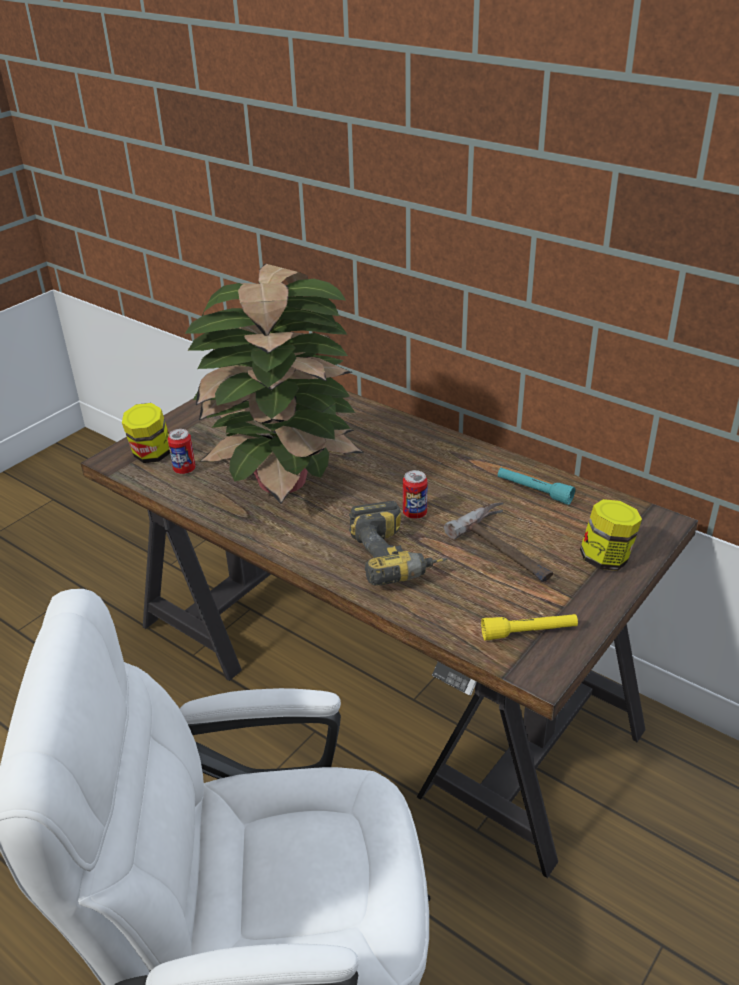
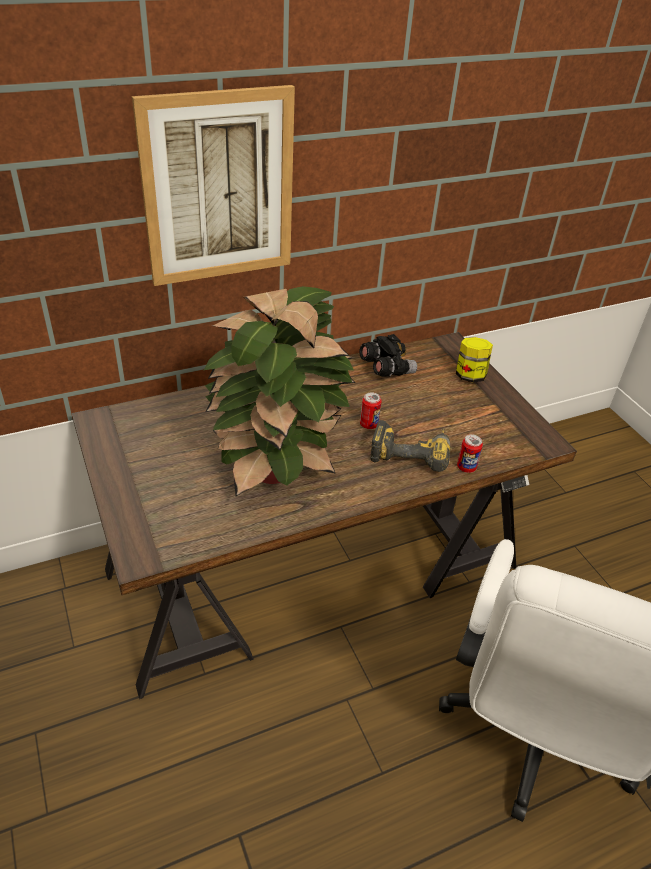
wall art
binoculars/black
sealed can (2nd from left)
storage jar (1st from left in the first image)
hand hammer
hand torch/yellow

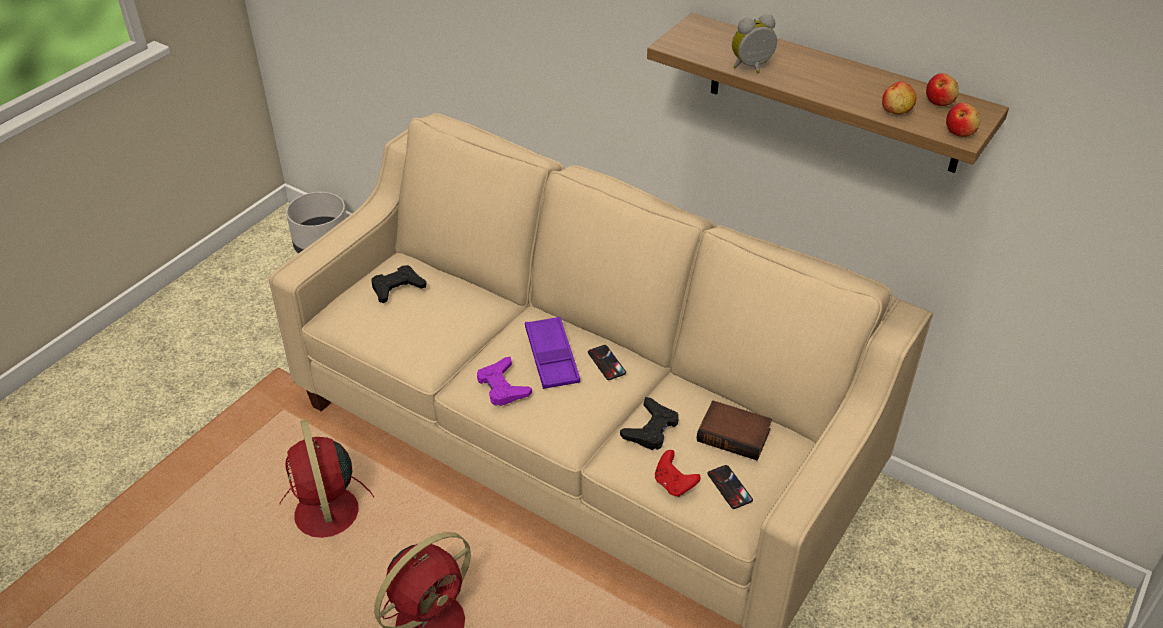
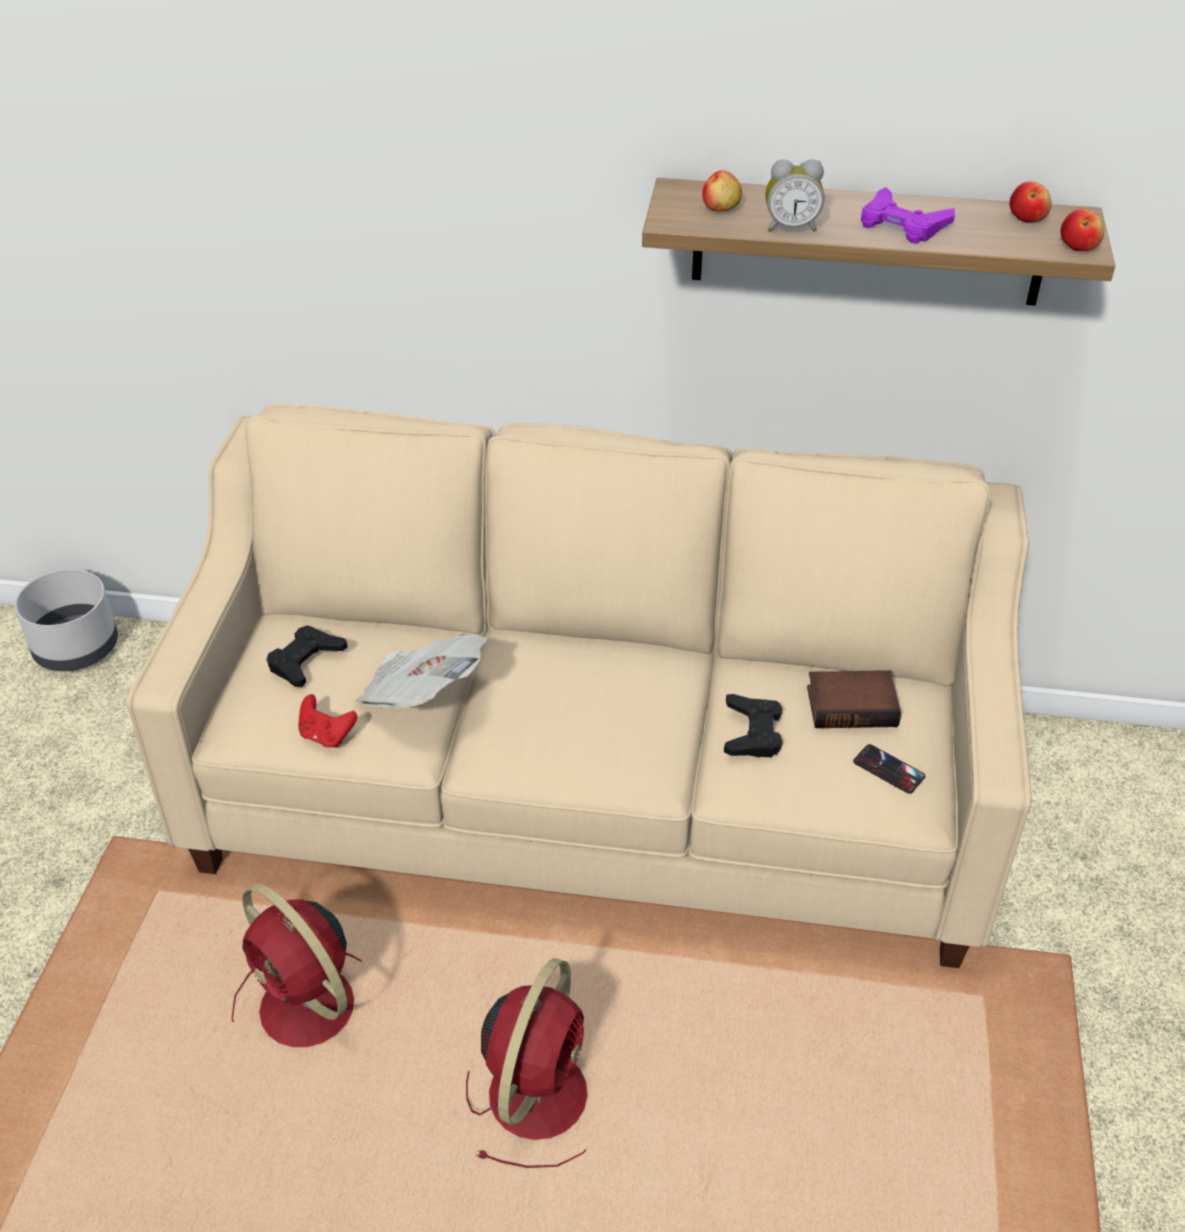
game controller/reddish
daily paper
whole apple (1st from left)
alarm clock
game controller/purplish
tray/purplish
telephone (1st from left in the first image)

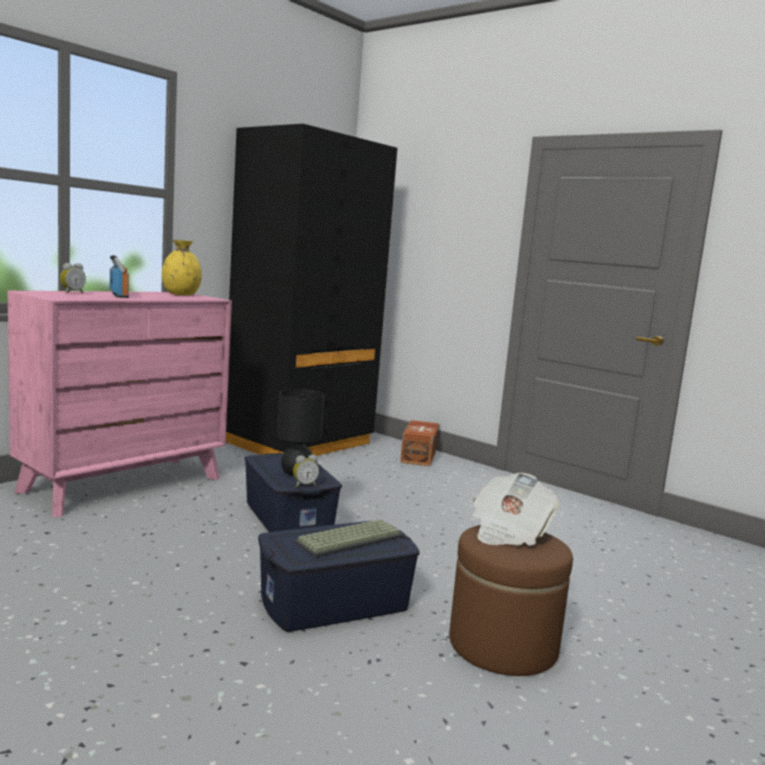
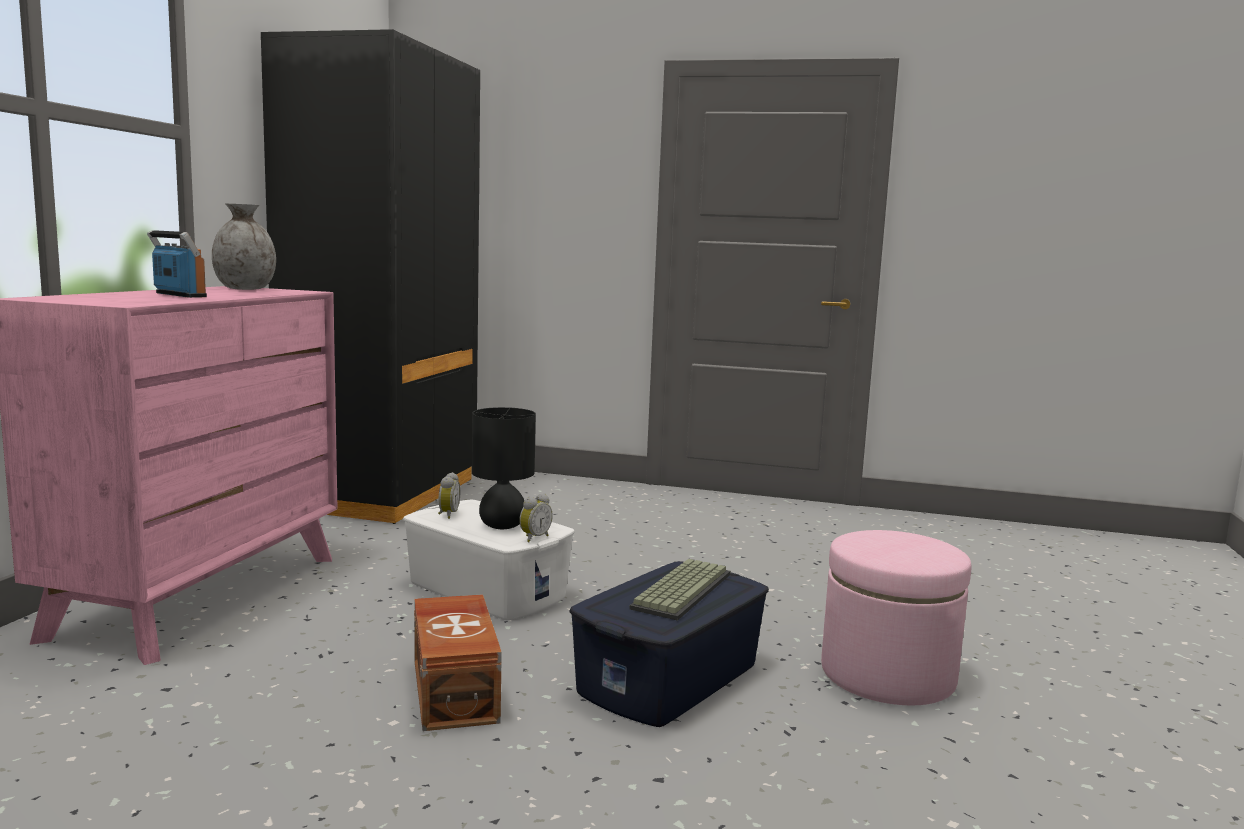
vase/greyish
storage bin/white-coloured
storage bin/brown-coloured
alarm clock (1st from left)
footrest/pink-coloured
daily paper

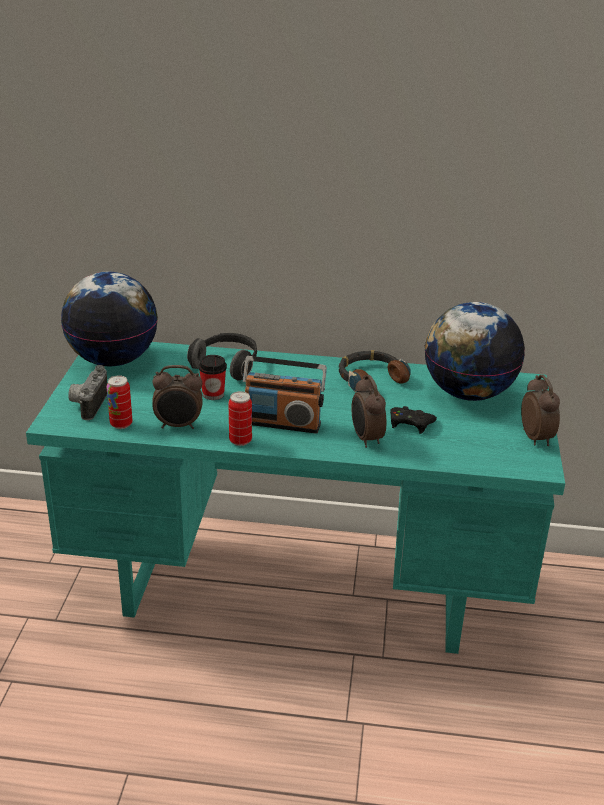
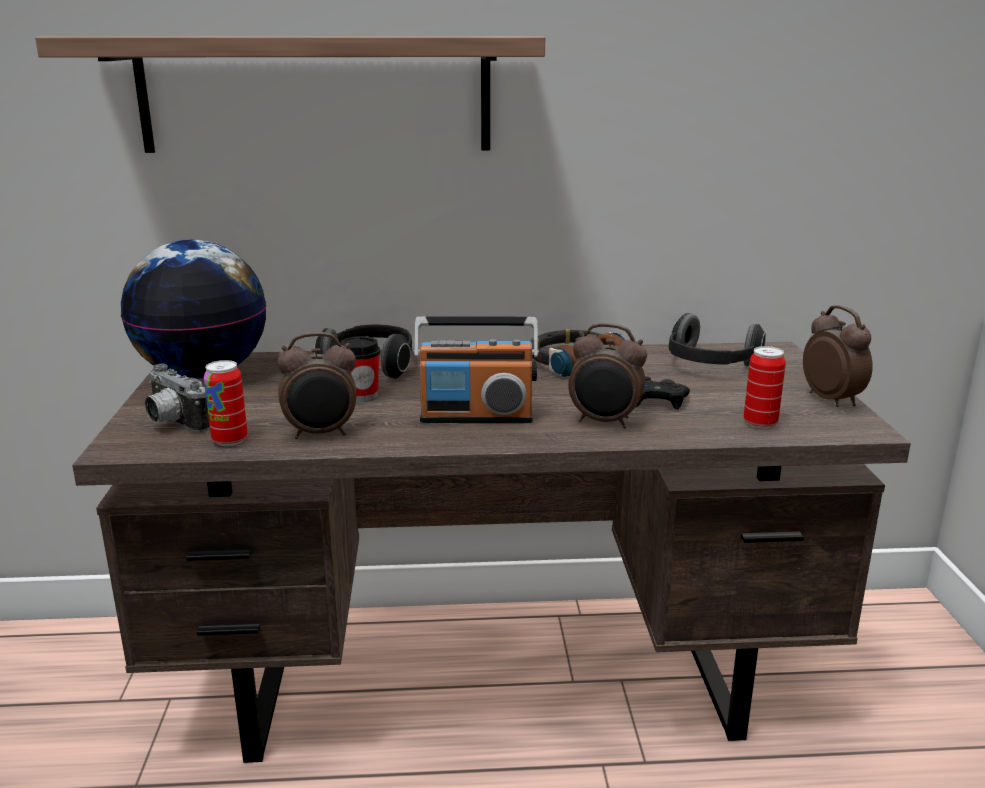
bracket shelf
desk unit/brown-coloured
photo camera
alarm clock (2nd from left)
headset (3rd from left)
sealed can (2nd from left)

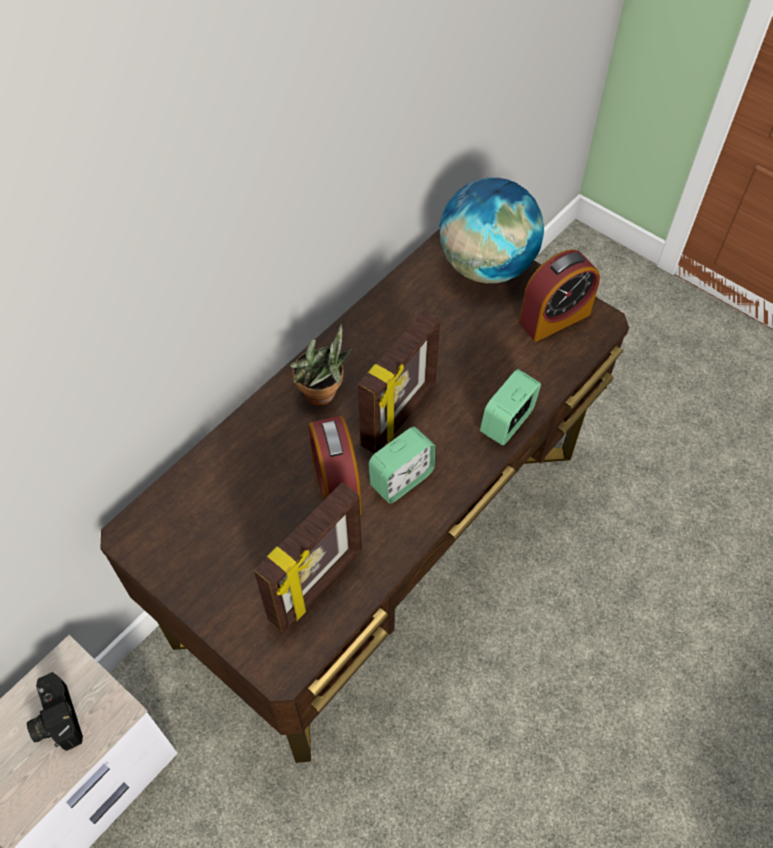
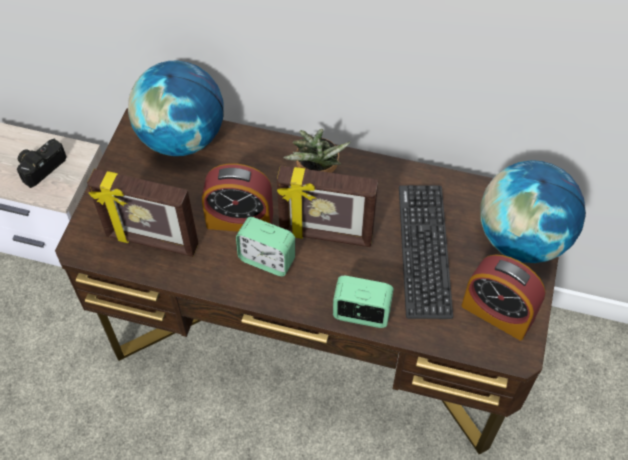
globe (1st from left)
alarm clock (1st from left)
PC keyboard

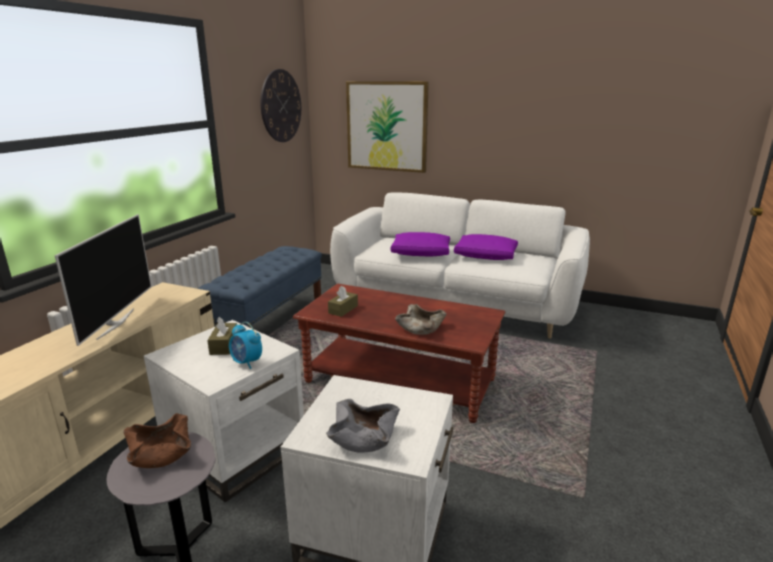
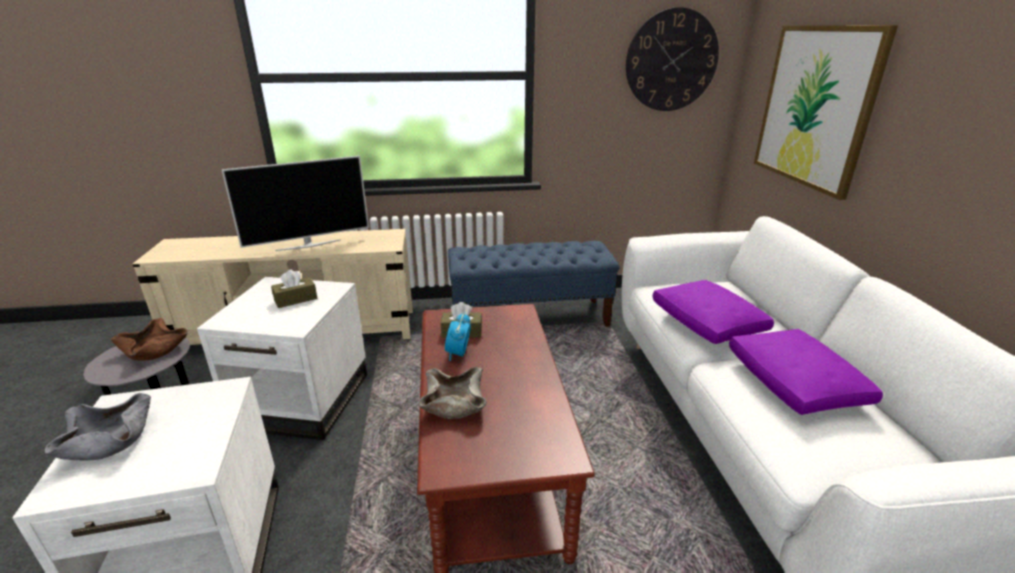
alarm clock

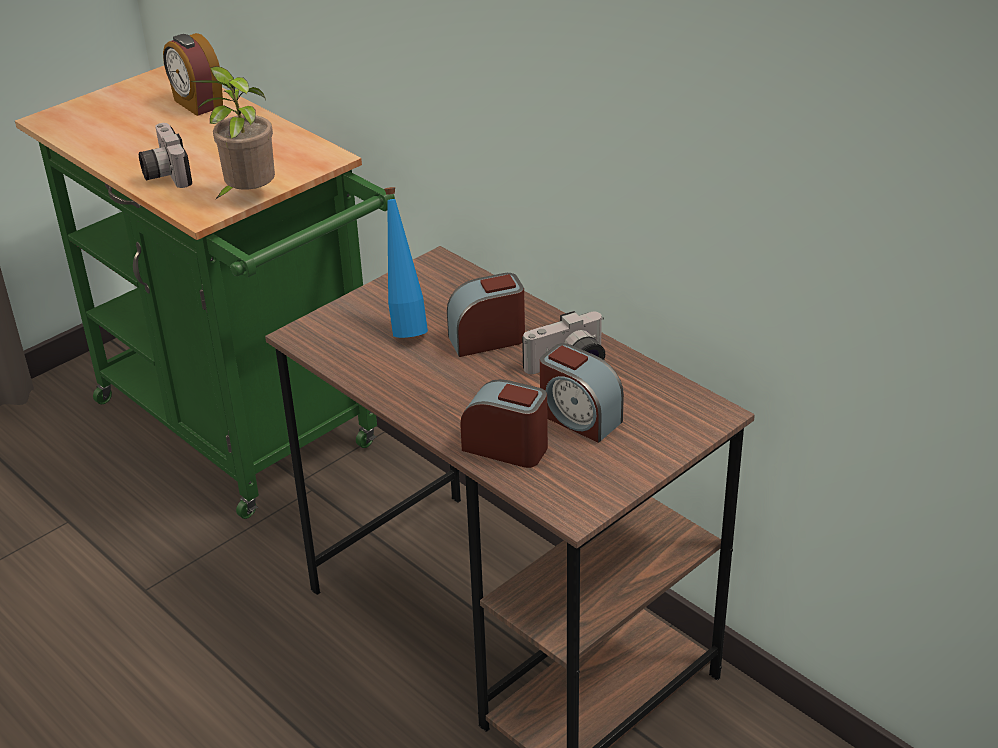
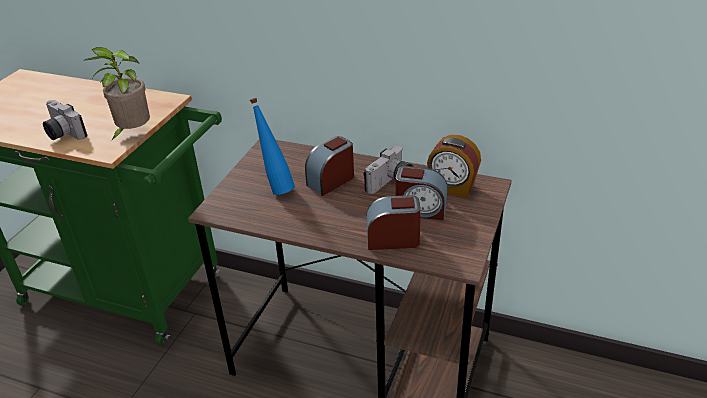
alarm clock (4th from left)

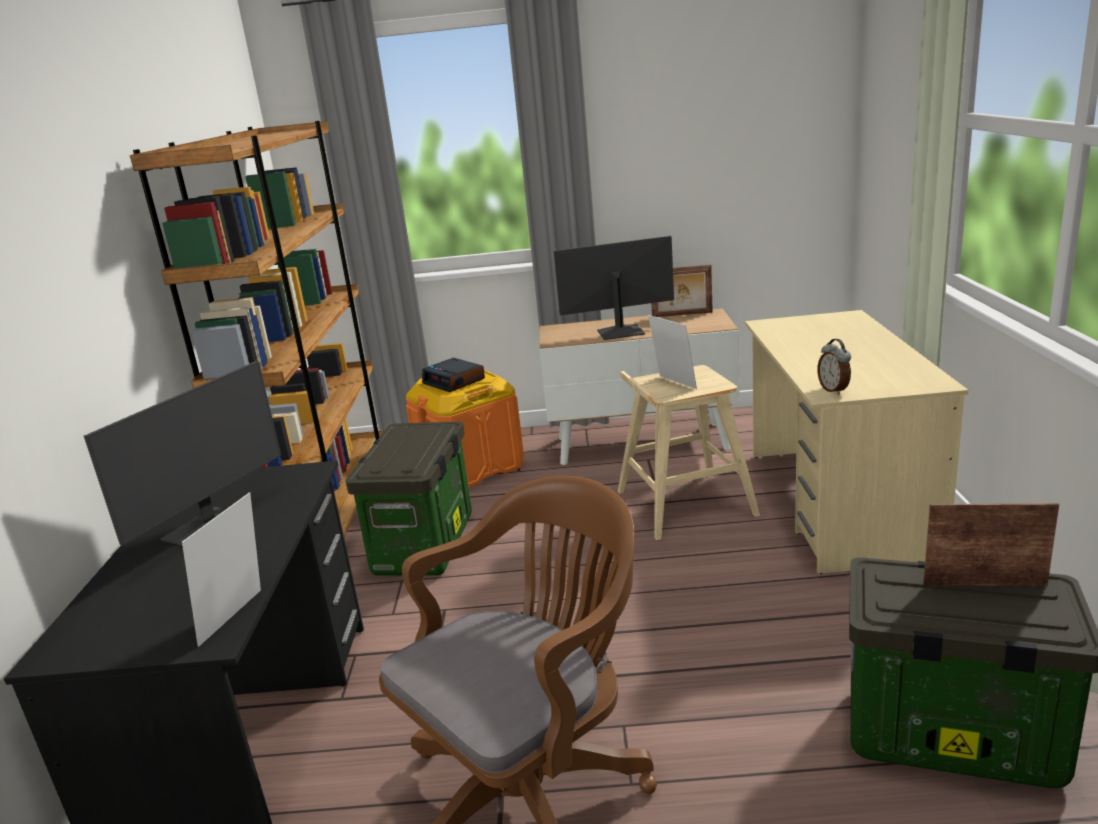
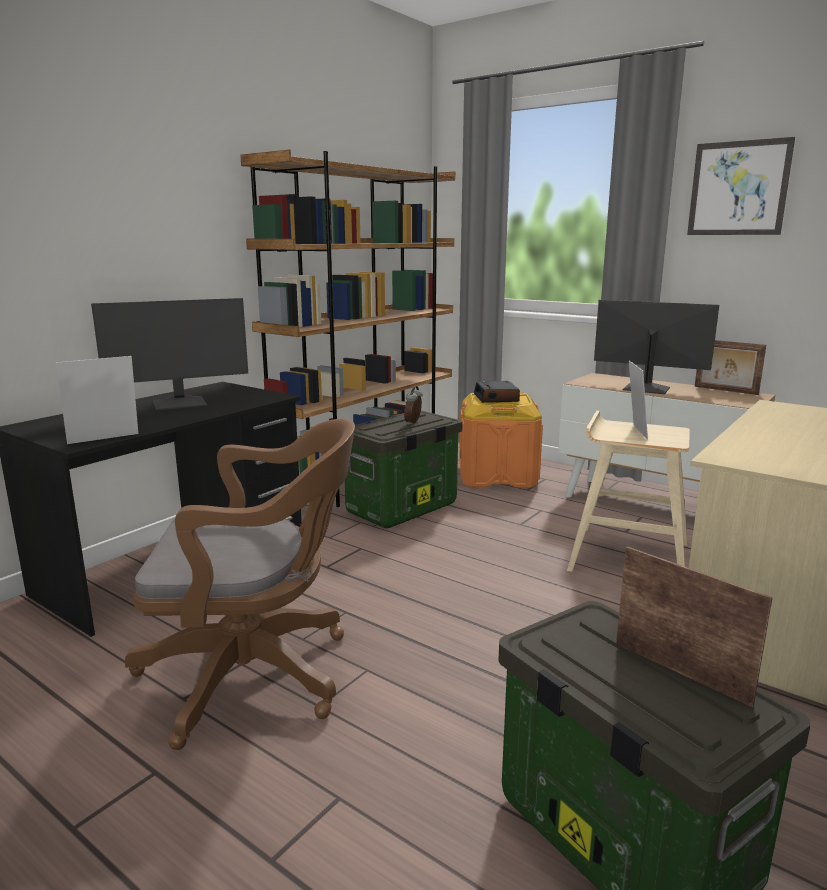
alarm clock (1st from left)
wall art

